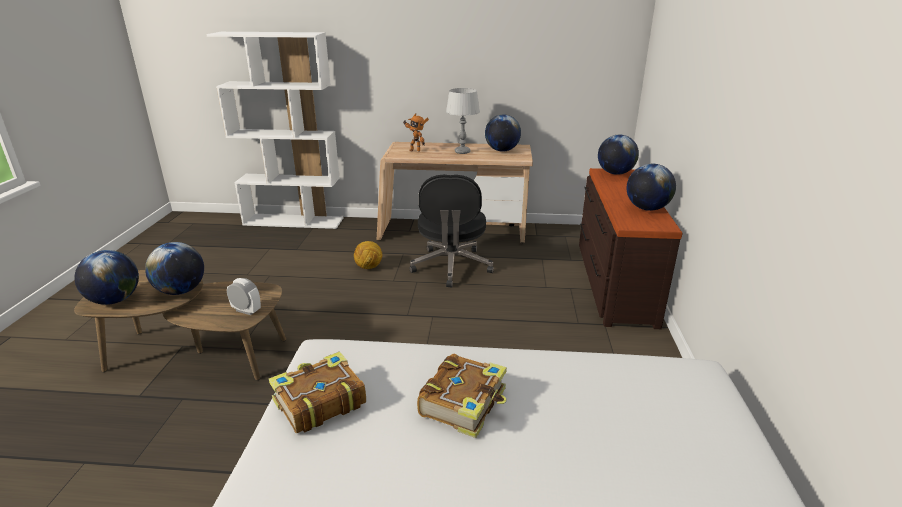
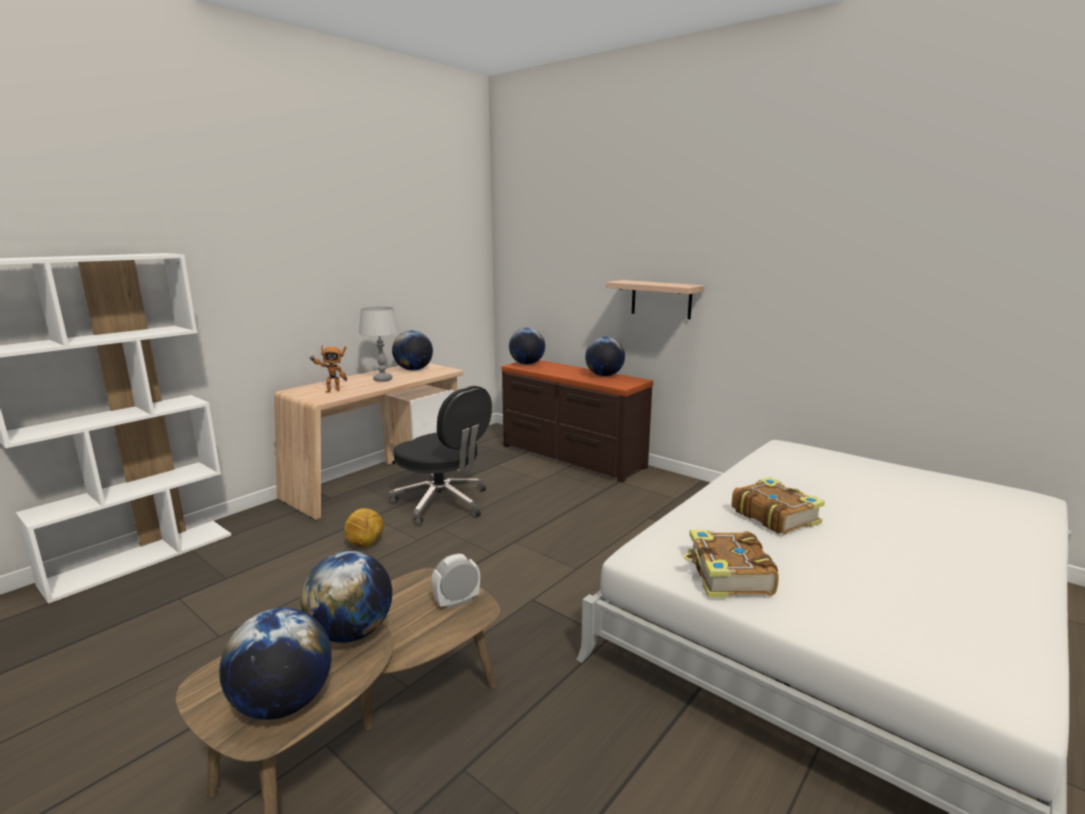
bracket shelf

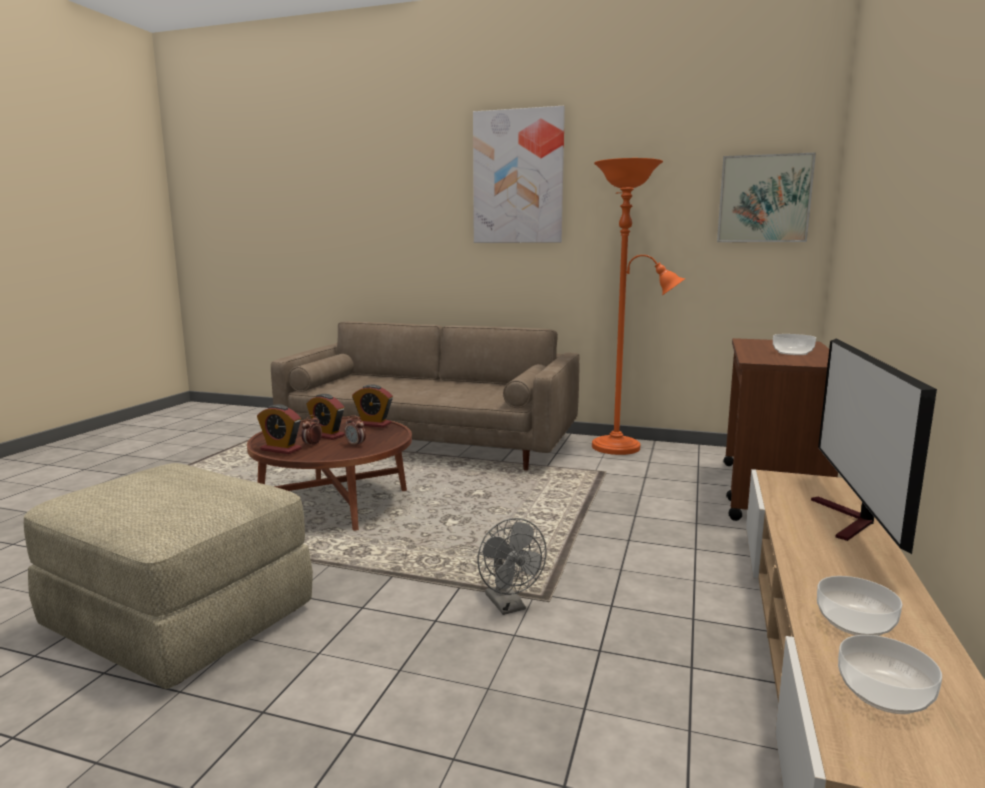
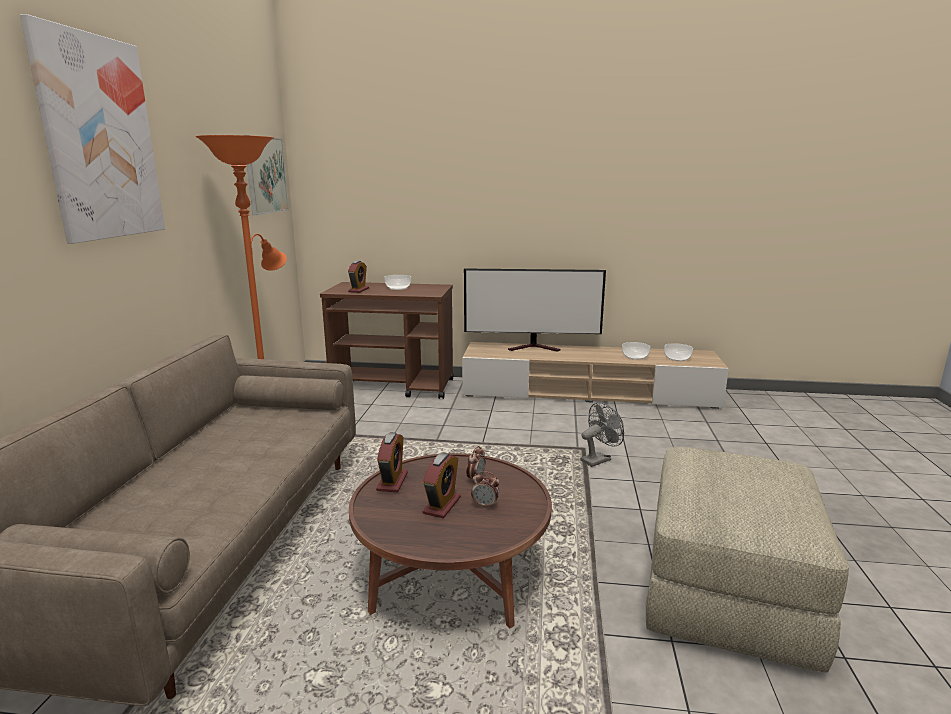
alarm clock (1st from left)

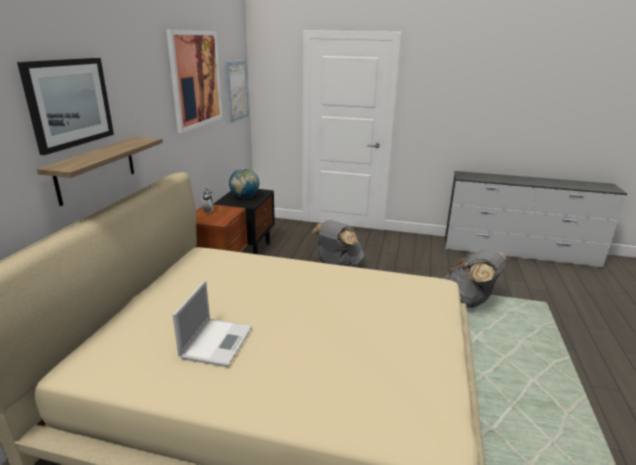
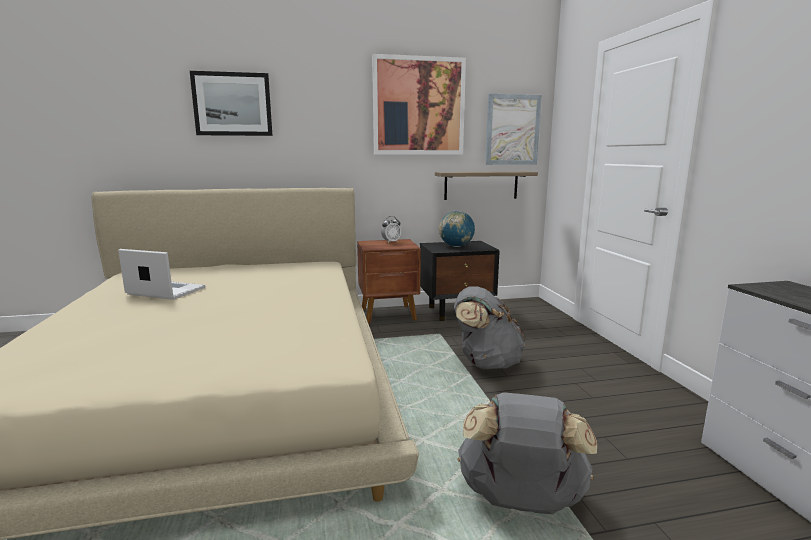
notebook computer
bracket shelf

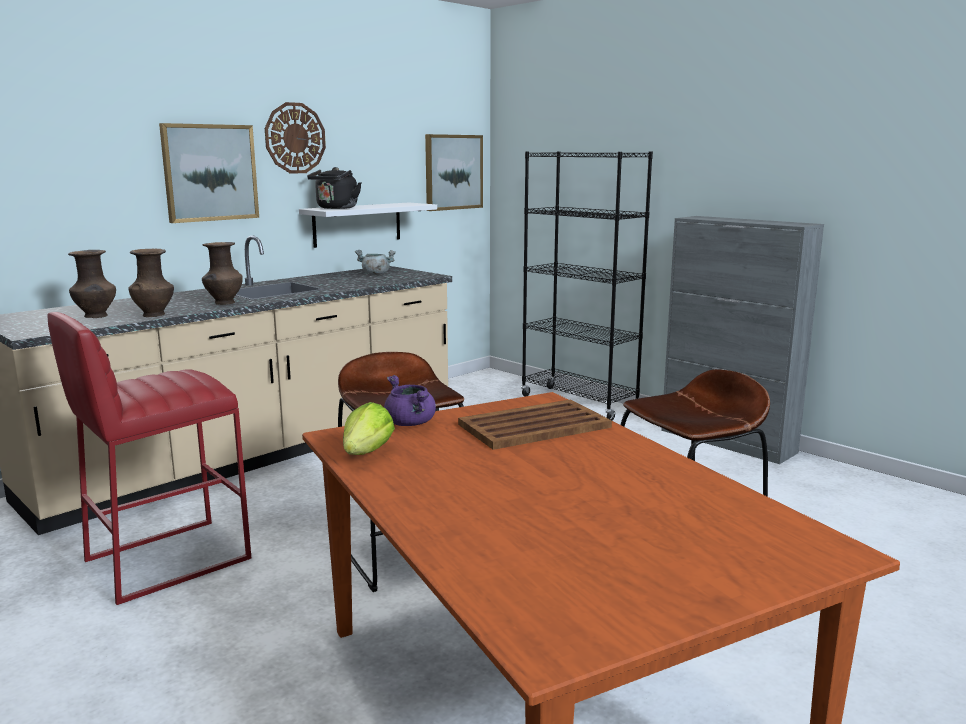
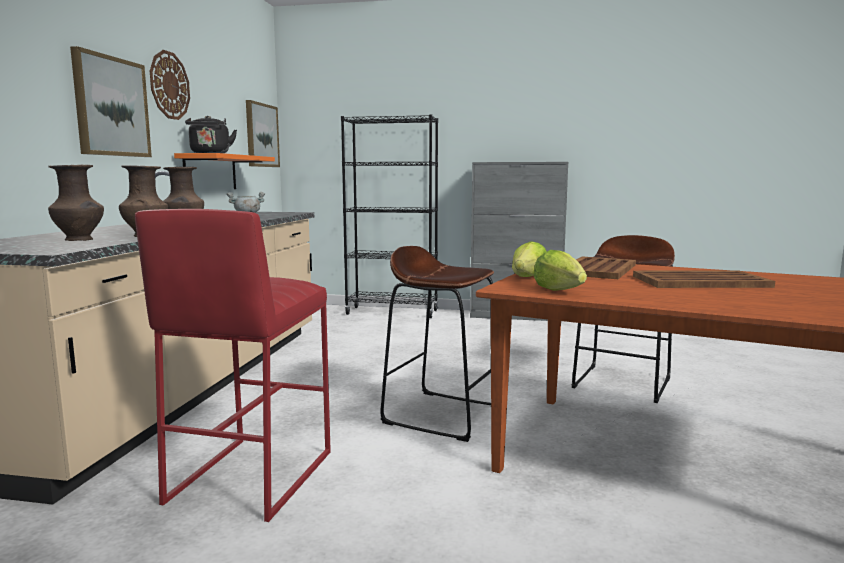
bracket shelf/orange
head of lettuce (1st from left)
tray/brown-coloured (2nd from left)

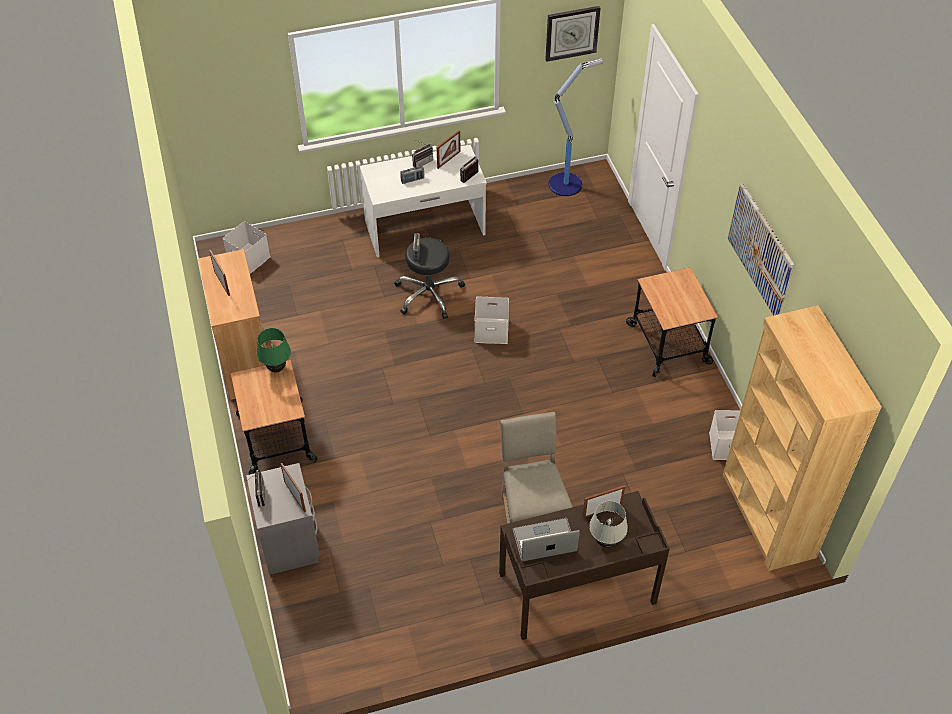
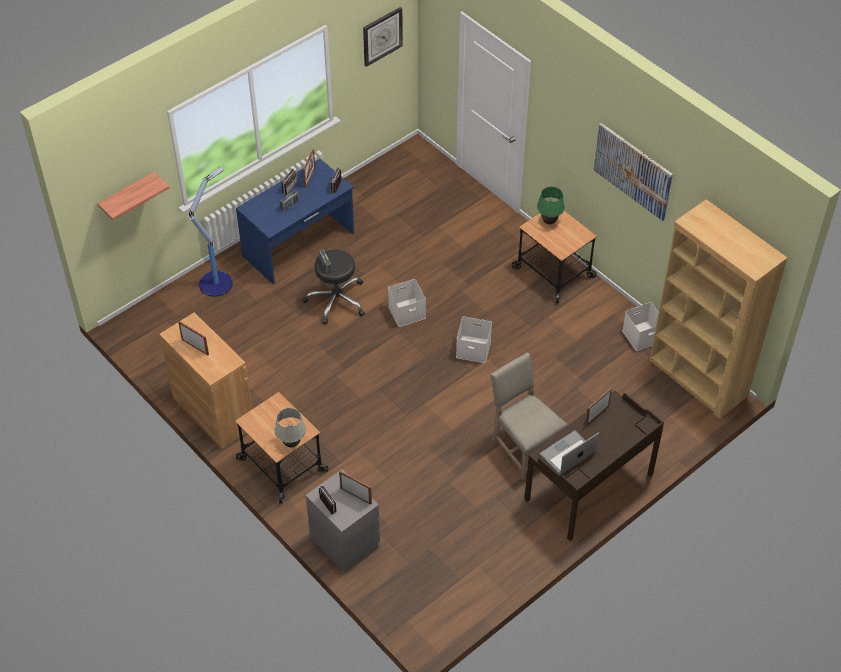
bracket shelf
floor lamp
desk unit/blue
lamp for a table/white-coloured
storage bin/white-coloured (2nd from left)
lamp for a table/green-coloured

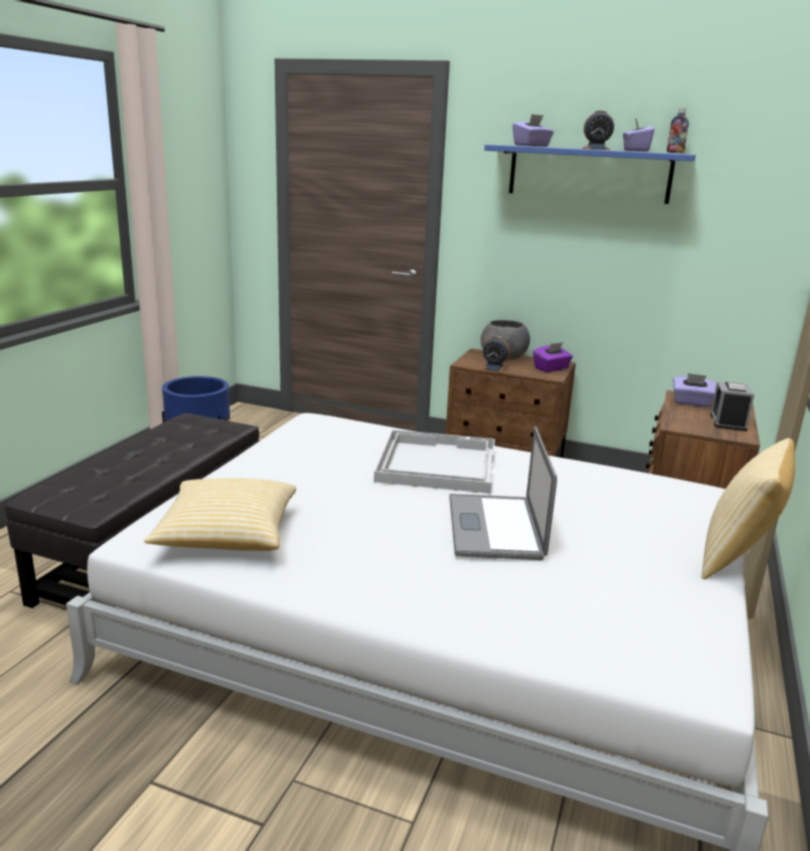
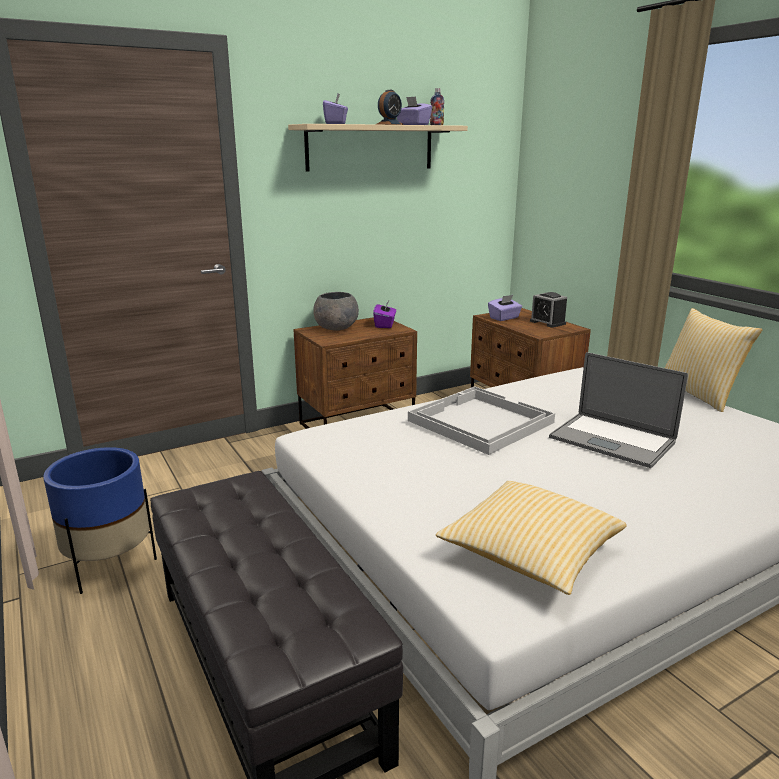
bracket shelf/beige
alarm clock (1st from left in the first image)

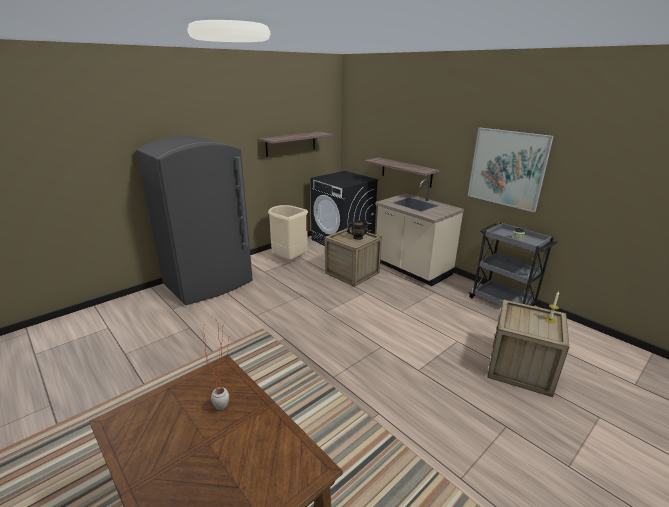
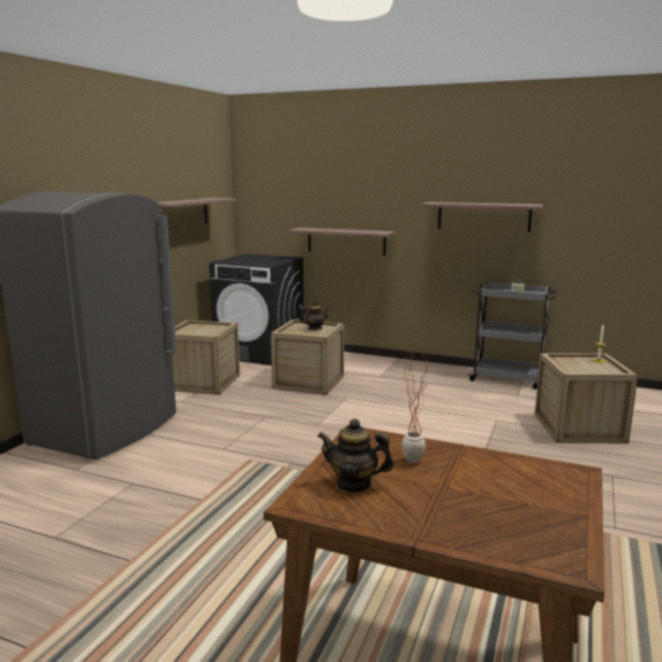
packing crate (1st from left)
tea pot (2nd from left)
bracket shelf (3rd from left)
kitchen counter/beige

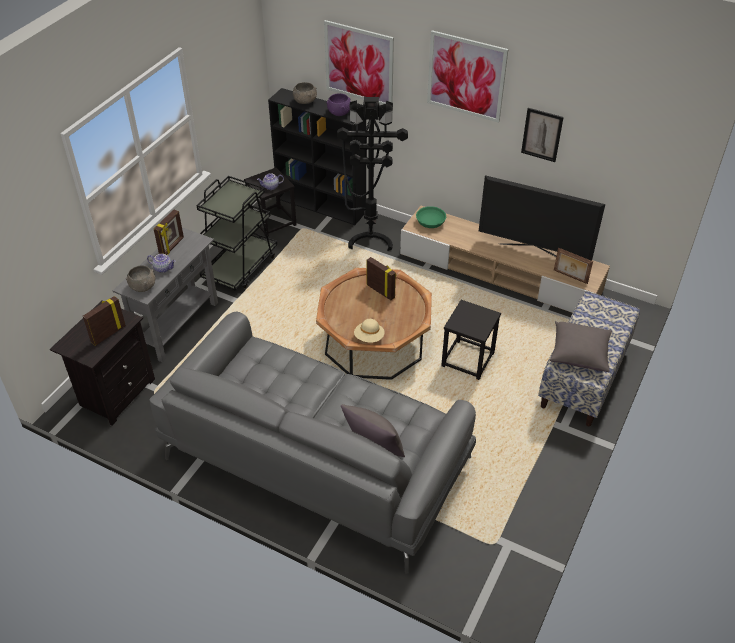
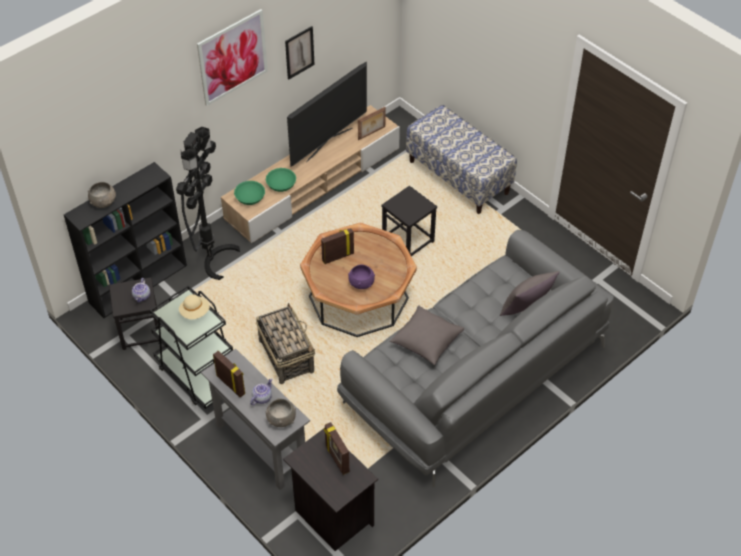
clothing hat/beige
basket
bowl/green-coloured (2nd from left)
bowl/purplish
throw pillow/greyish (1st from left)
wall art (1st from left in the first image)

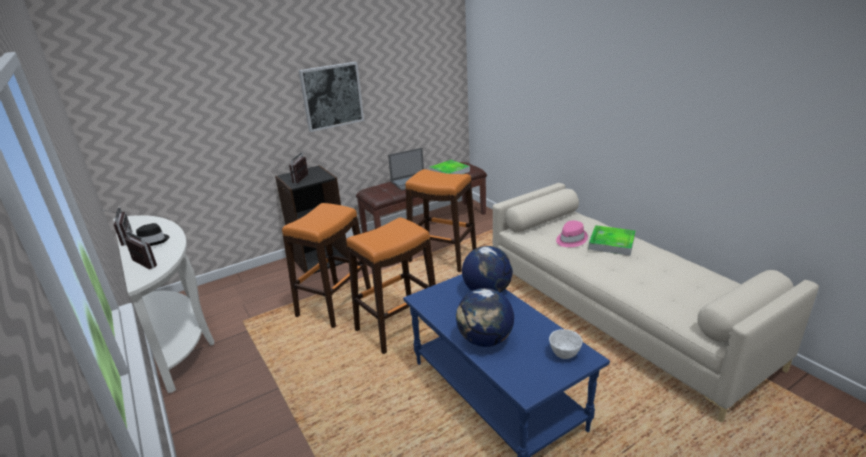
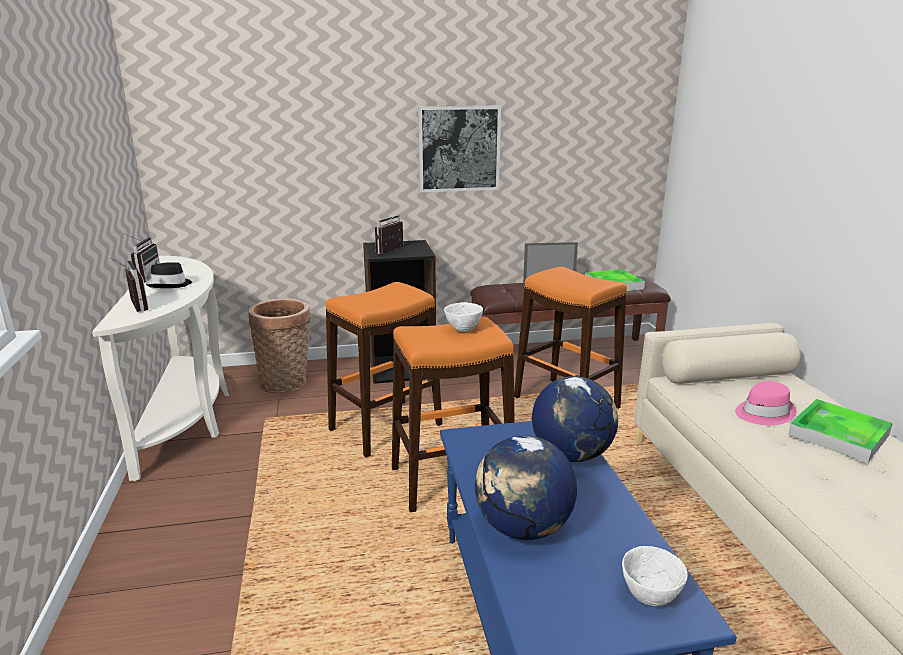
basket
bowl/white-coloured (1st from left)

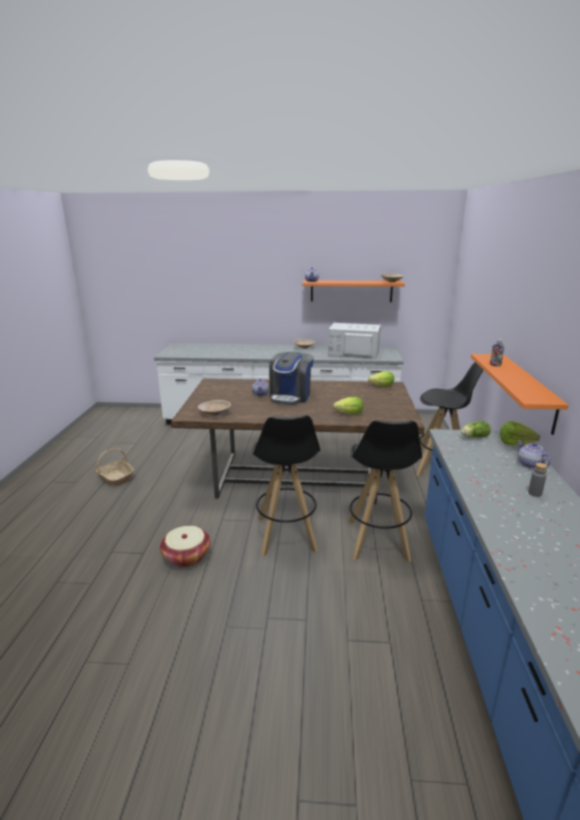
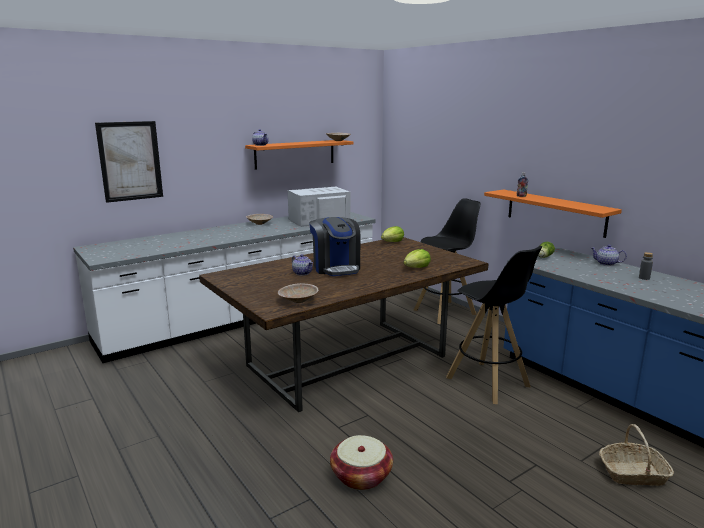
wall art
basket (2nd from left)
stool/black (1st from left in the first image)
head of lettuce (4th from left in the first image)

